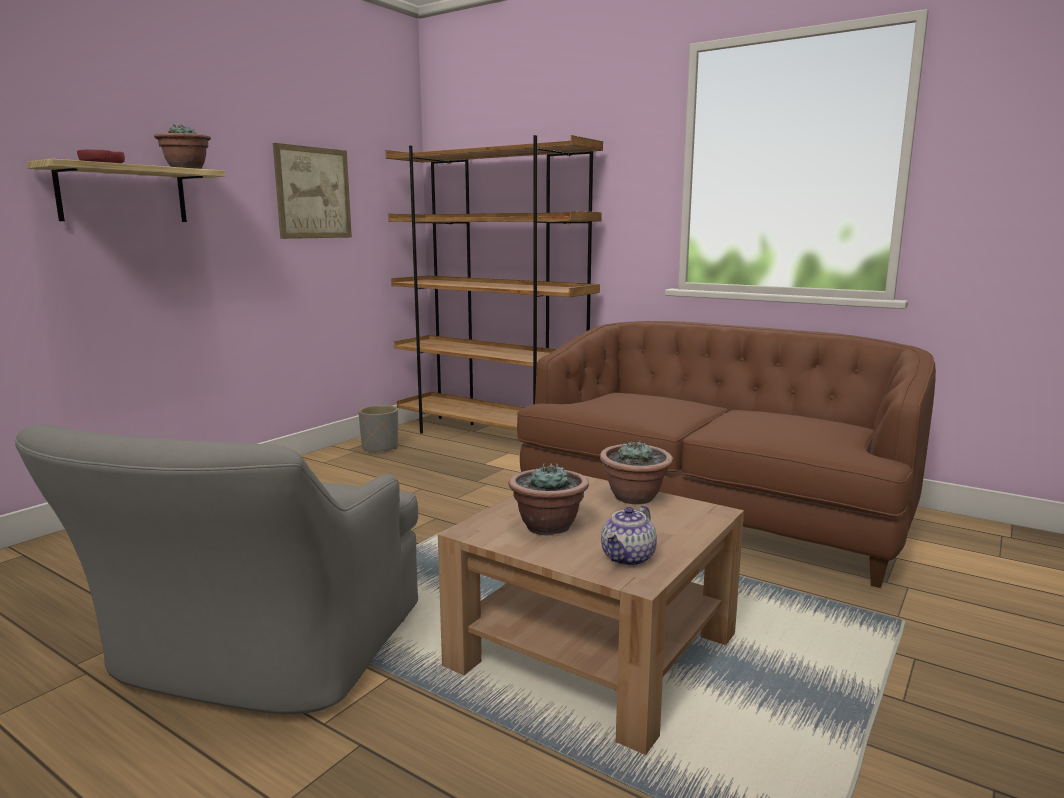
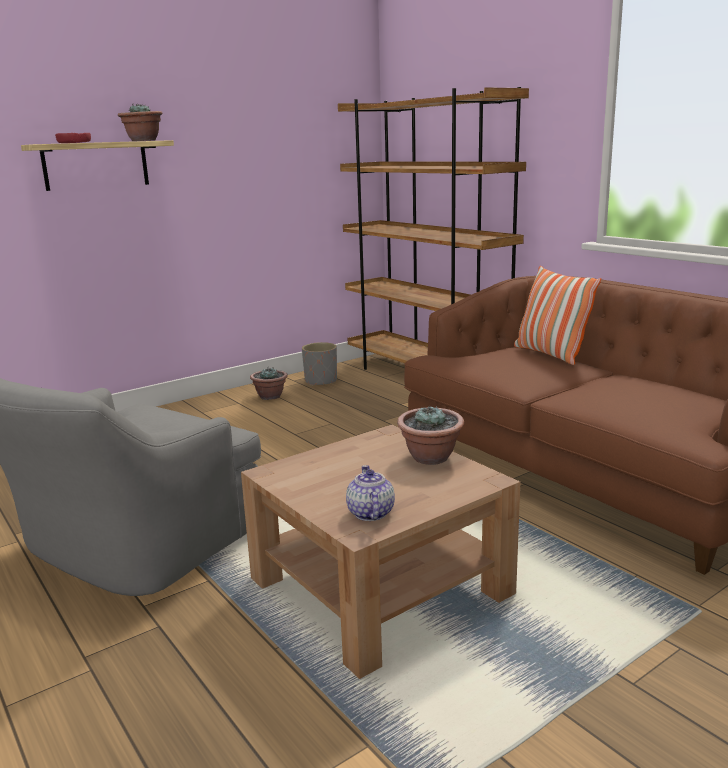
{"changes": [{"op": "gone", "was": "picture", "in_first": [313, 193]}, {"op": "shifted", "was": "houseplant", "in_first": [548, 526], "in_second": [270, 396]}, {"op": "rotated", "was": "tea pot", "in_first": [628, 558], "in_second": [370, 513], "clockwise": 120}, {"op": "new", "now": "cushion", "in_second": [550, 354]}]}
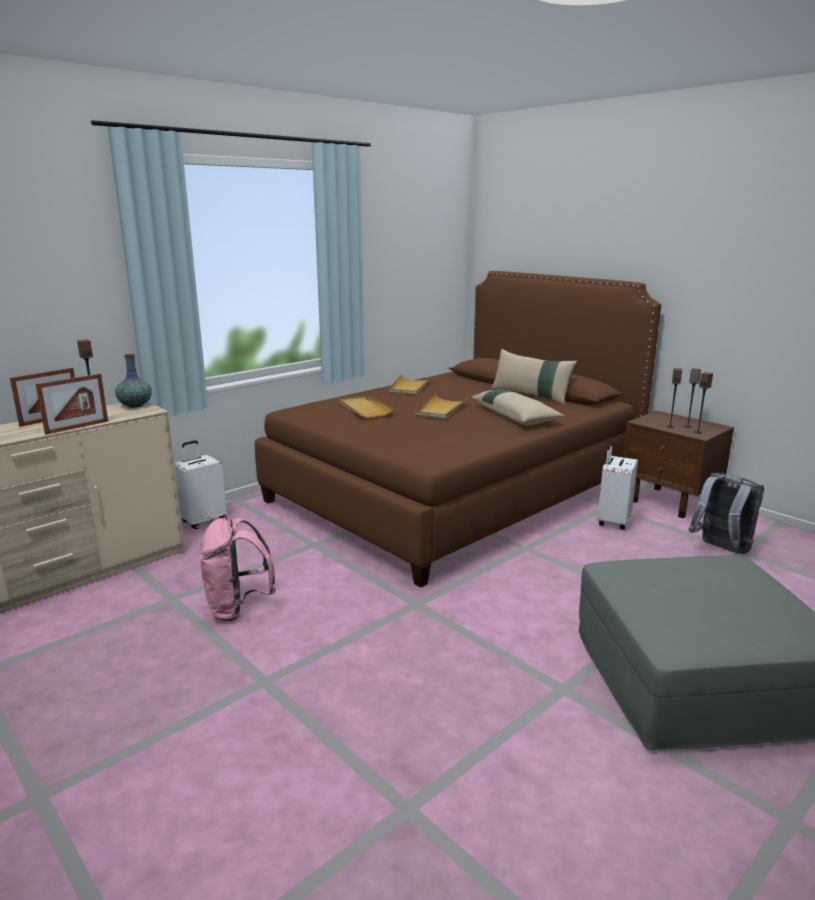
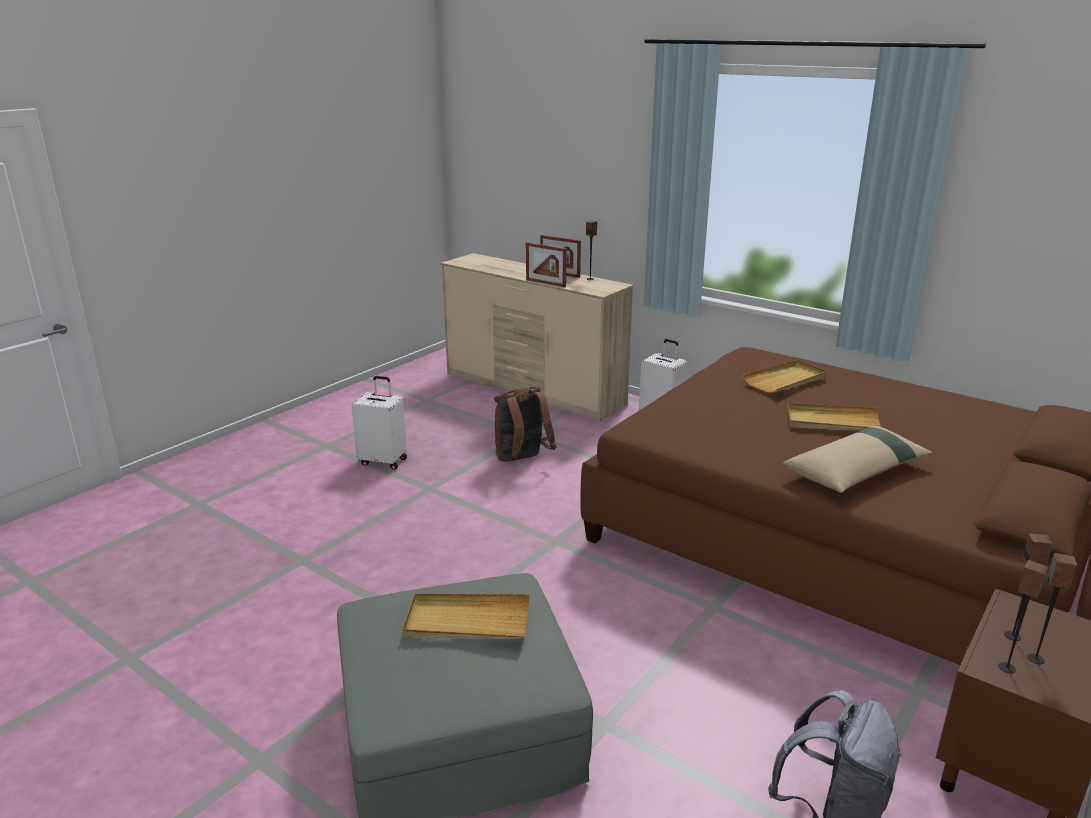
{"changes": [{"op": "gone", "was": "decorative vase", "in_first": [135, 405]}, {"op": "repainted", "was": "pink-coloured backpack", "now": "brown-coloured backpack", "in_first": [238, 608], "in_second": [522, 460]}, {"op": "shifted", "was": "beige carrying tray", "in_first": [409, 387], "in_second": [467, 621]}, {"op": "gone", "was": "beige cushion", "in_first": [531, 395]}, {"op": "shifted", "was": "white travel case", "in_first": [612, 521], "in_second": [383, 461]}]}
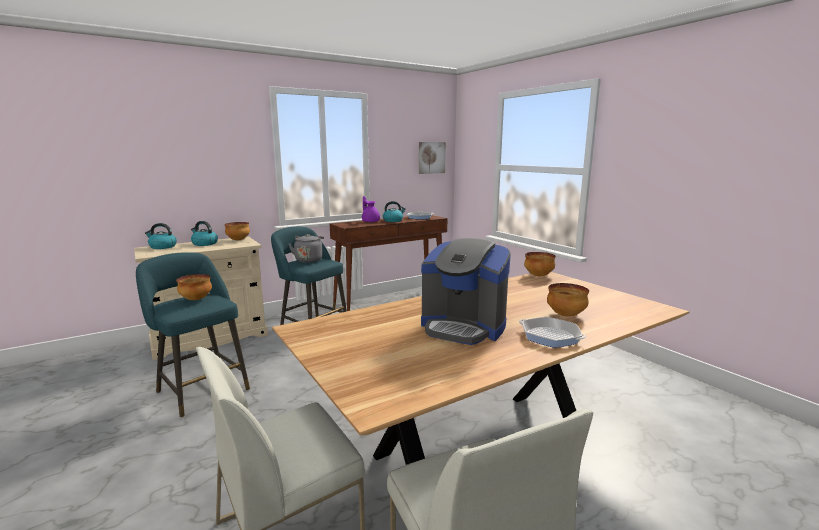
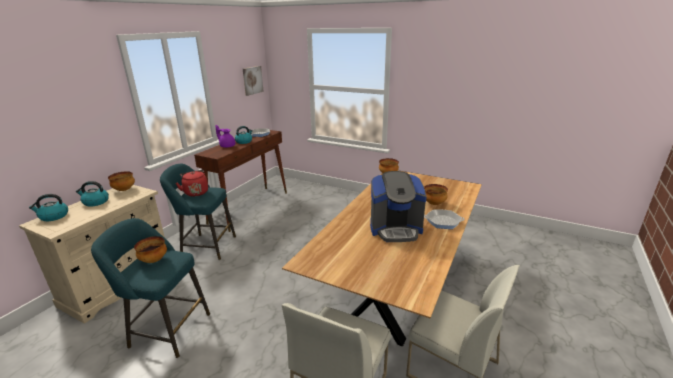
{"changes": [{"op": "repainted", "was": "gray tea kettle", "now": "red-coloured tea kettle", "in_first": [309, 260], "in_second": [195, 192]}]}
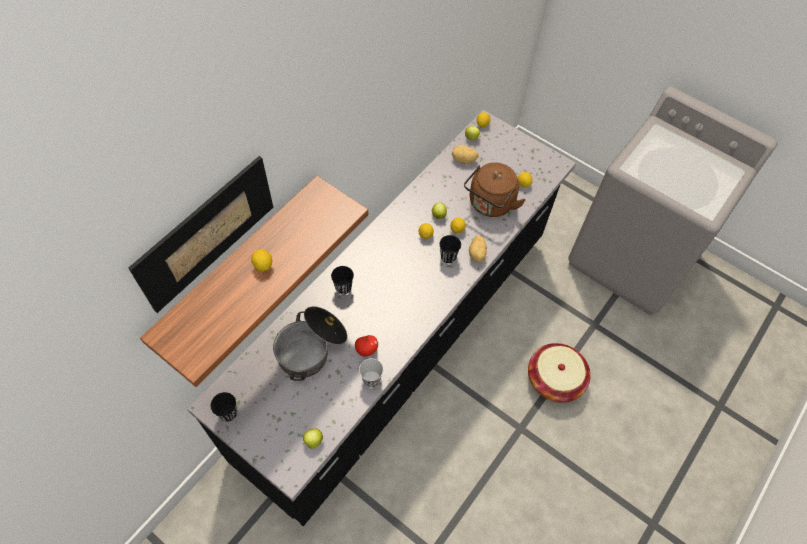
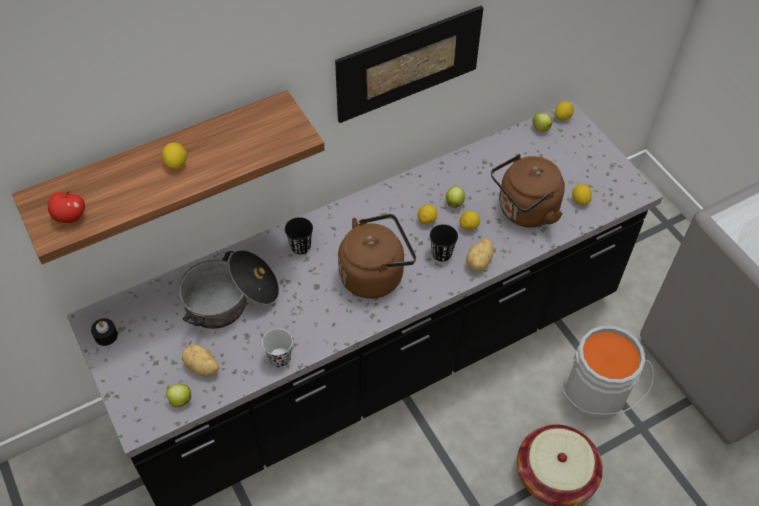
{"changes": [{"op": "shifted", "was": "picture", "in_first": [206, 233], "in_second": [408, 63]}, {"op": "swapped", "was": "blackish cup", "now": "blackish candle", "in_first": [228, 413], "in_second": [106, 335]}, {"op": "shifted", "was": "whole apple", "in_first": [366, 349], "in_second": [70, 217]}, {"op": "shifted", "was": "spud", "in_first": [463, 160], "in_second": [202, 368]}, {"op": "new", "now": "brown-coloured tea kettle", "in_second": [375, 274]}, {"op": "new", "now": "gray water bucket", "in_second": [595, 396]}]}
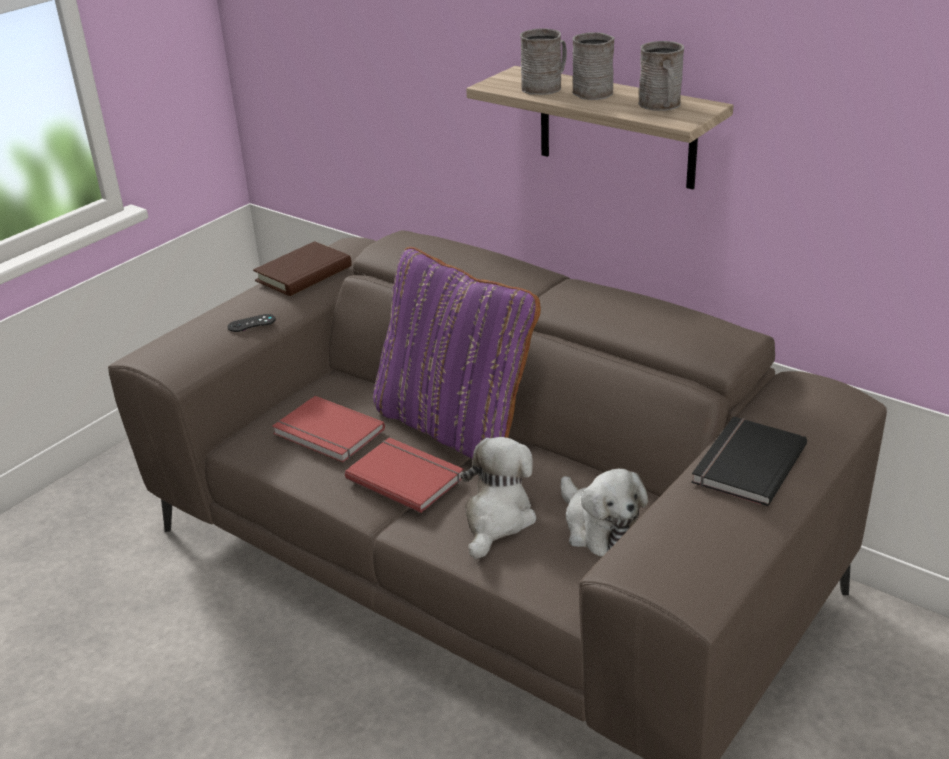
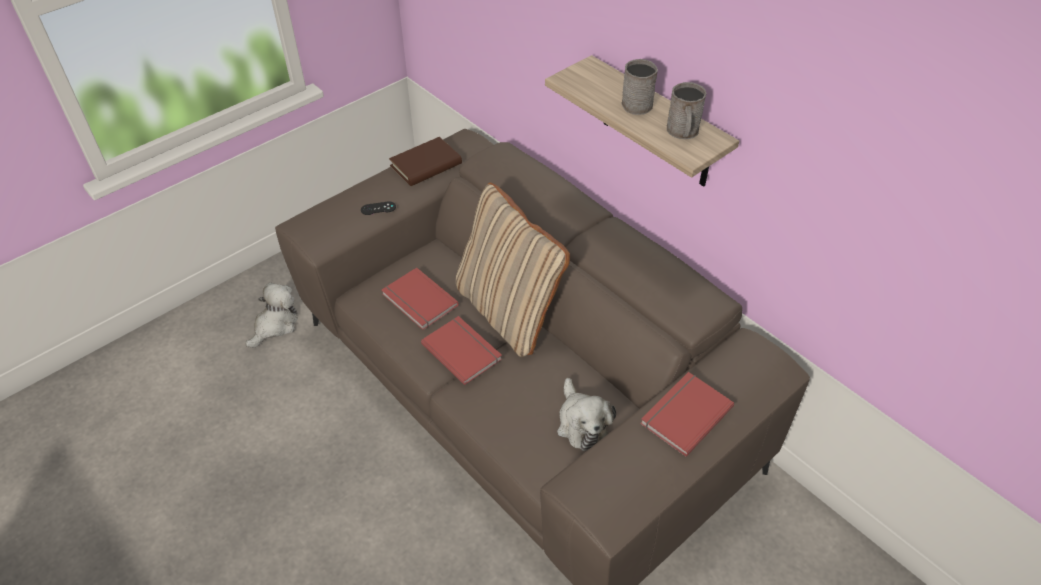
{"changes": [{"op": "repainted", "was": "purple-coloured cushion", "now": "beige cushion", "in_first": [455, 426], "in_second": [508, 311]}, {"op": "shifted", "was": "soft toy", "in_first": [497, 519], "in_second": [275, 325]}, {"op": "gone", "was": "gray tea mug", "in_first": [545, 87]}, {"op": "repainted", "was": "blackish book", "now": "red-coloured book", "in_first": [745, 464], "in_second": [684, 414]}]}
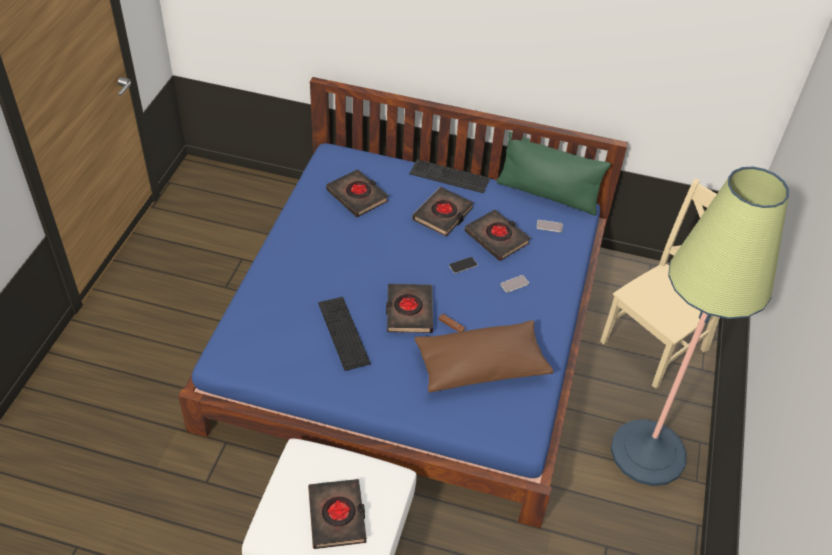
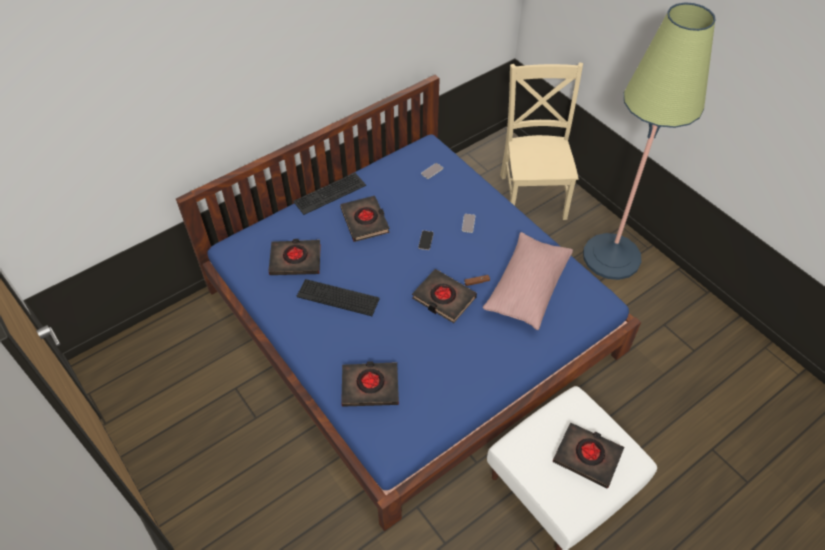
{"changes": [{"op": "shifted", "was": "PC keyboard", "in_first": [343, 333], "in_second": [338, 297]}, {"op": "repainted", "was": "brown-coloured cushion", "now": "pink-coloured cushion", "in_first": [481, 366], "in_second": [527, 288]}, {"op": "shifted", "was": "blackish book", "in_first": [497, 238], "in_second": [370, 386]}, {"op": "gone", "was": "green cushion", "in_first": [547, 194]}]}
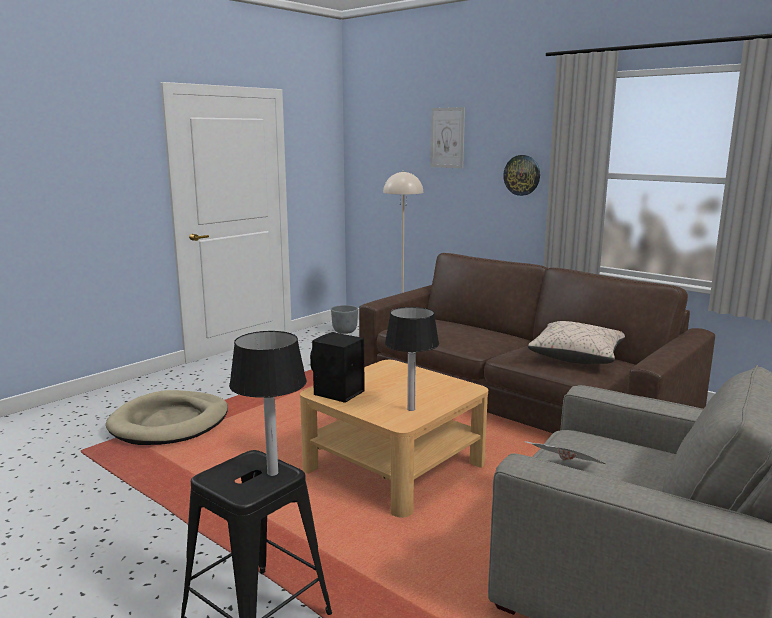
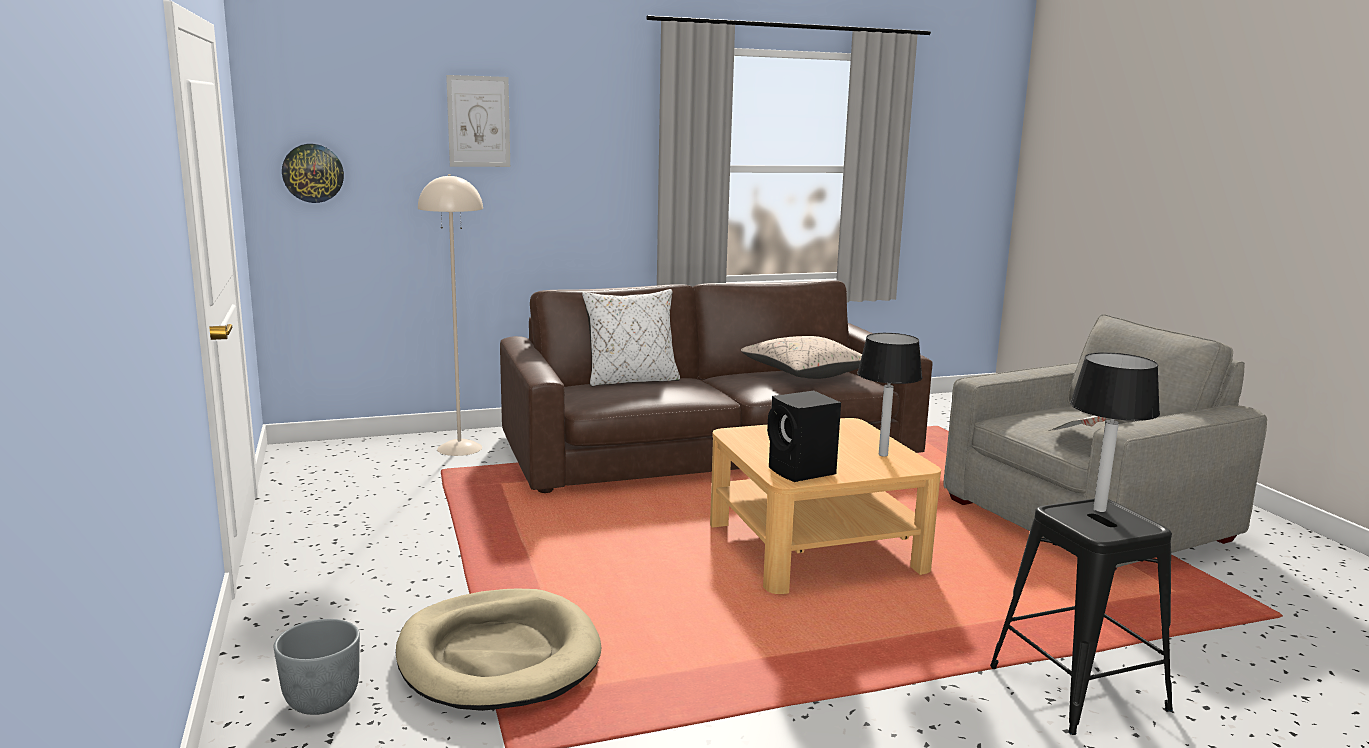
{"changes": [{"op": "shifted", "was": "gray flower pot", "in_first": [345, 331], "in_second": [323, 701]}, {"op": "shifted", "was": "wall clock", "in_first": [522, 175], "in_second": [313, 173]}, {"op": "new", "now": "white cushion", "in_second": [632, 380]}]}
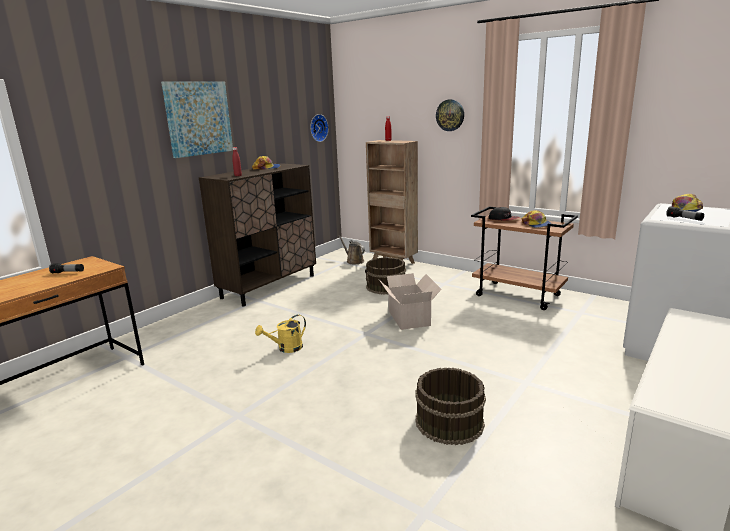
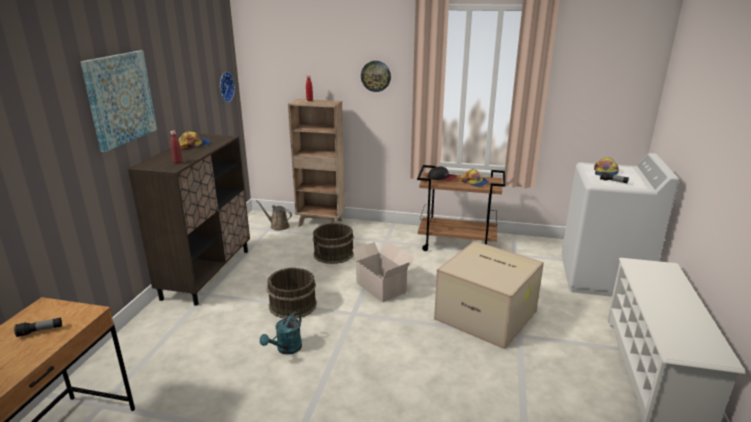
{"changes": [{"op": "repainted", "was": "yellow-coloured watering pot", "now": "blue-green watering pot", "in_first": [286, 348], "in_second": [286, 349]}, {"op": "shifted", "was": "brown-coloured water bucket", "in_first": [448, 422], "in_second": [292, 305]}, {"op": "new", "now": "cardboard box", "in_second": [487, 315]}]}
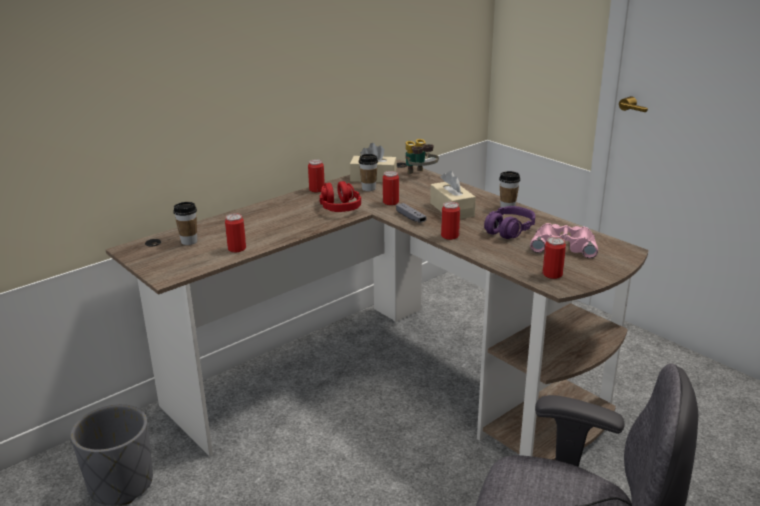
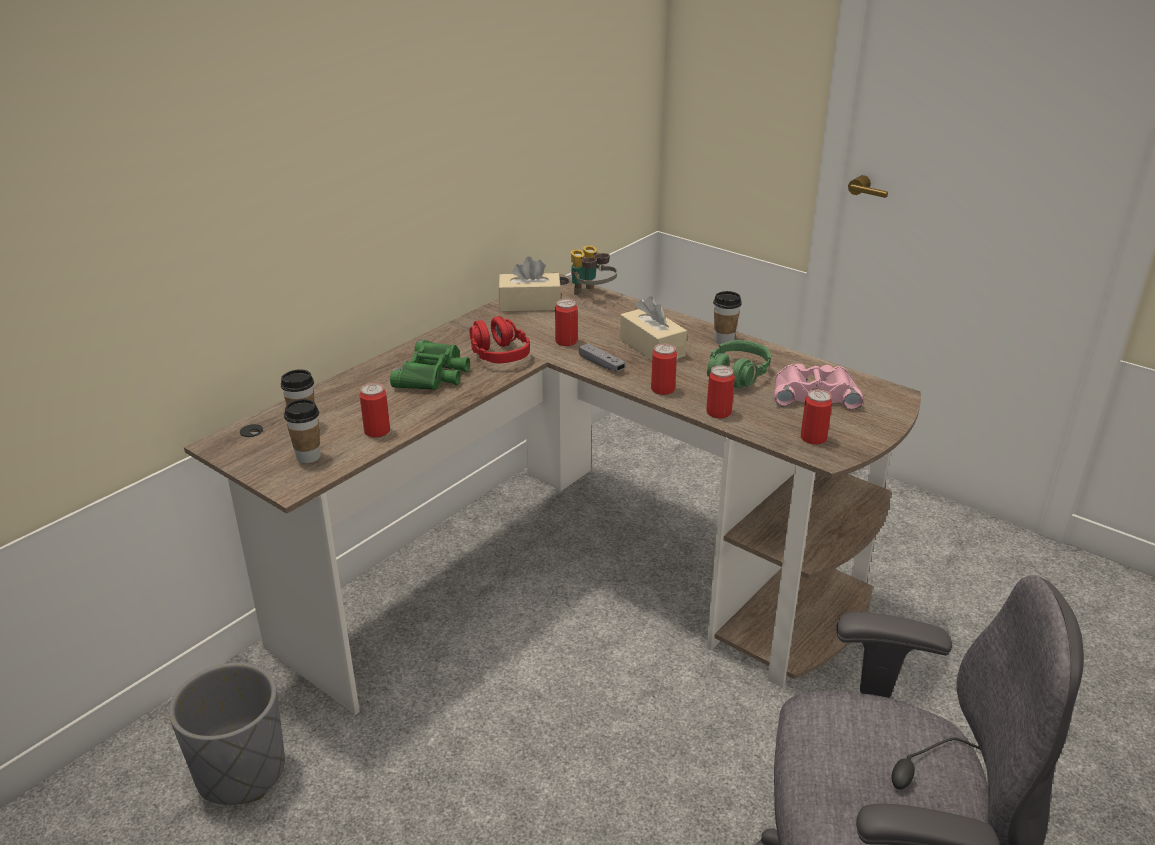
{"changes": [{"op": "shifted", "was": "can", "in_first": [317, 189], "in_second": [718, 412]}, {"op": "shifted", "was": "cup", "in_first": [368, 188], "in_second": [308, 456]}, {"op": "repainted", "was": "purple-coloured headset", "now": "green headset", "in_first": [509, 230], "in_second": [737, 375]}, {"op": "new", "now": "green field glasses", "in_second": [433, 374]}]}
